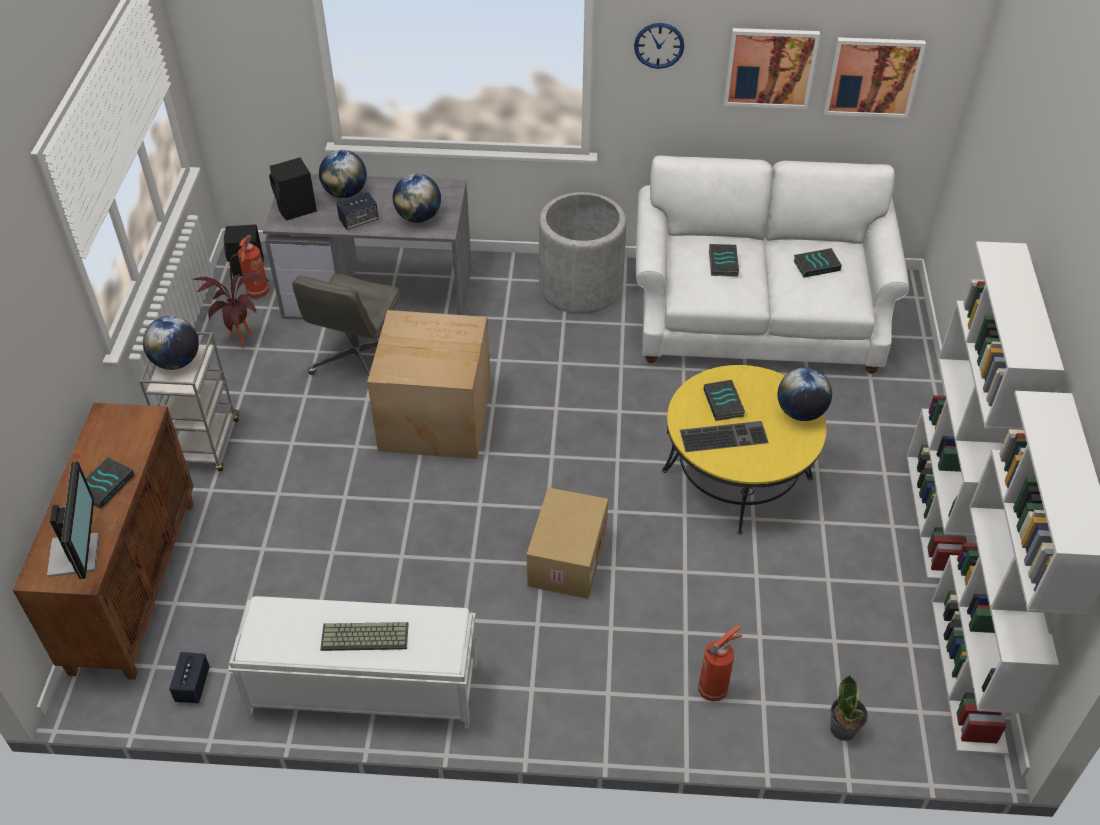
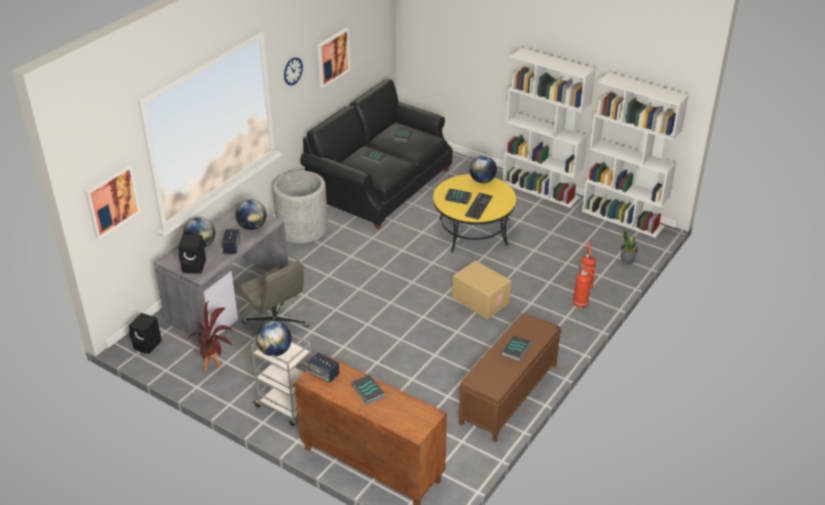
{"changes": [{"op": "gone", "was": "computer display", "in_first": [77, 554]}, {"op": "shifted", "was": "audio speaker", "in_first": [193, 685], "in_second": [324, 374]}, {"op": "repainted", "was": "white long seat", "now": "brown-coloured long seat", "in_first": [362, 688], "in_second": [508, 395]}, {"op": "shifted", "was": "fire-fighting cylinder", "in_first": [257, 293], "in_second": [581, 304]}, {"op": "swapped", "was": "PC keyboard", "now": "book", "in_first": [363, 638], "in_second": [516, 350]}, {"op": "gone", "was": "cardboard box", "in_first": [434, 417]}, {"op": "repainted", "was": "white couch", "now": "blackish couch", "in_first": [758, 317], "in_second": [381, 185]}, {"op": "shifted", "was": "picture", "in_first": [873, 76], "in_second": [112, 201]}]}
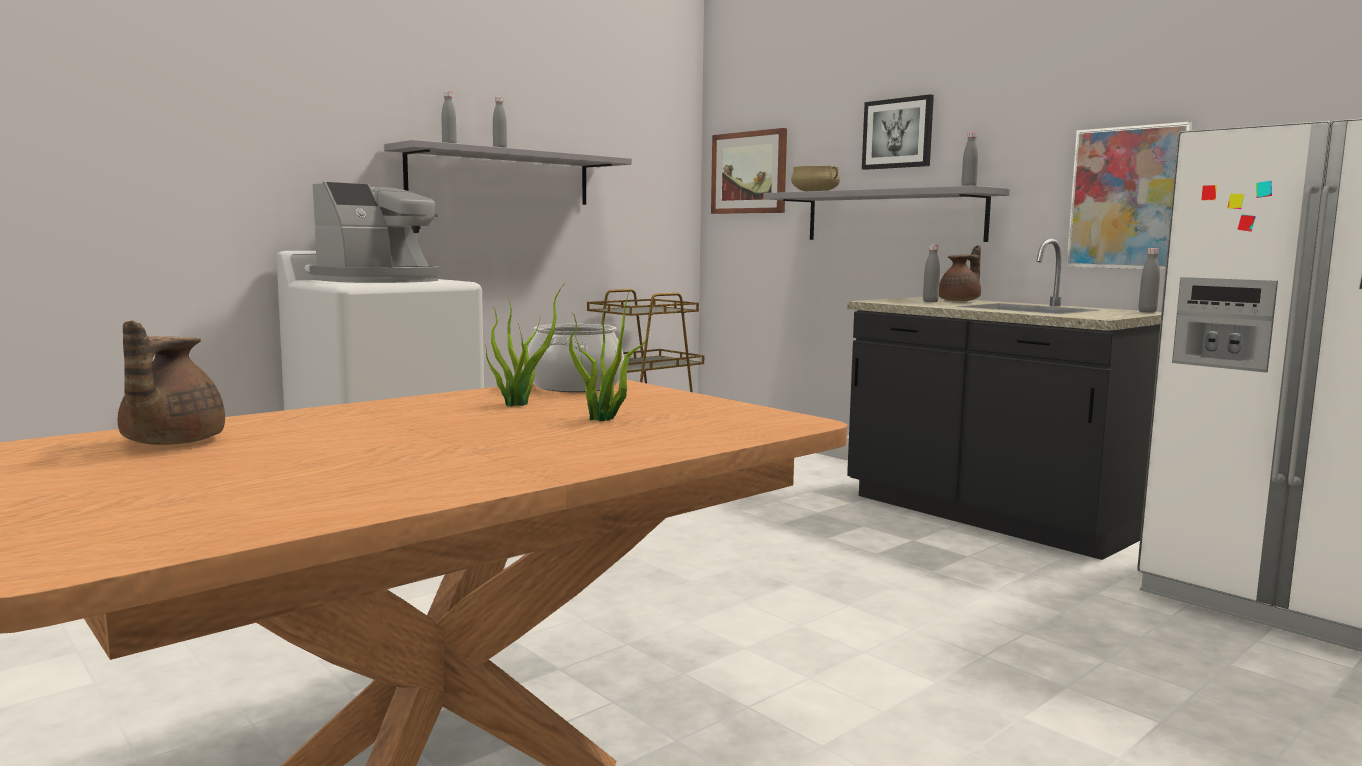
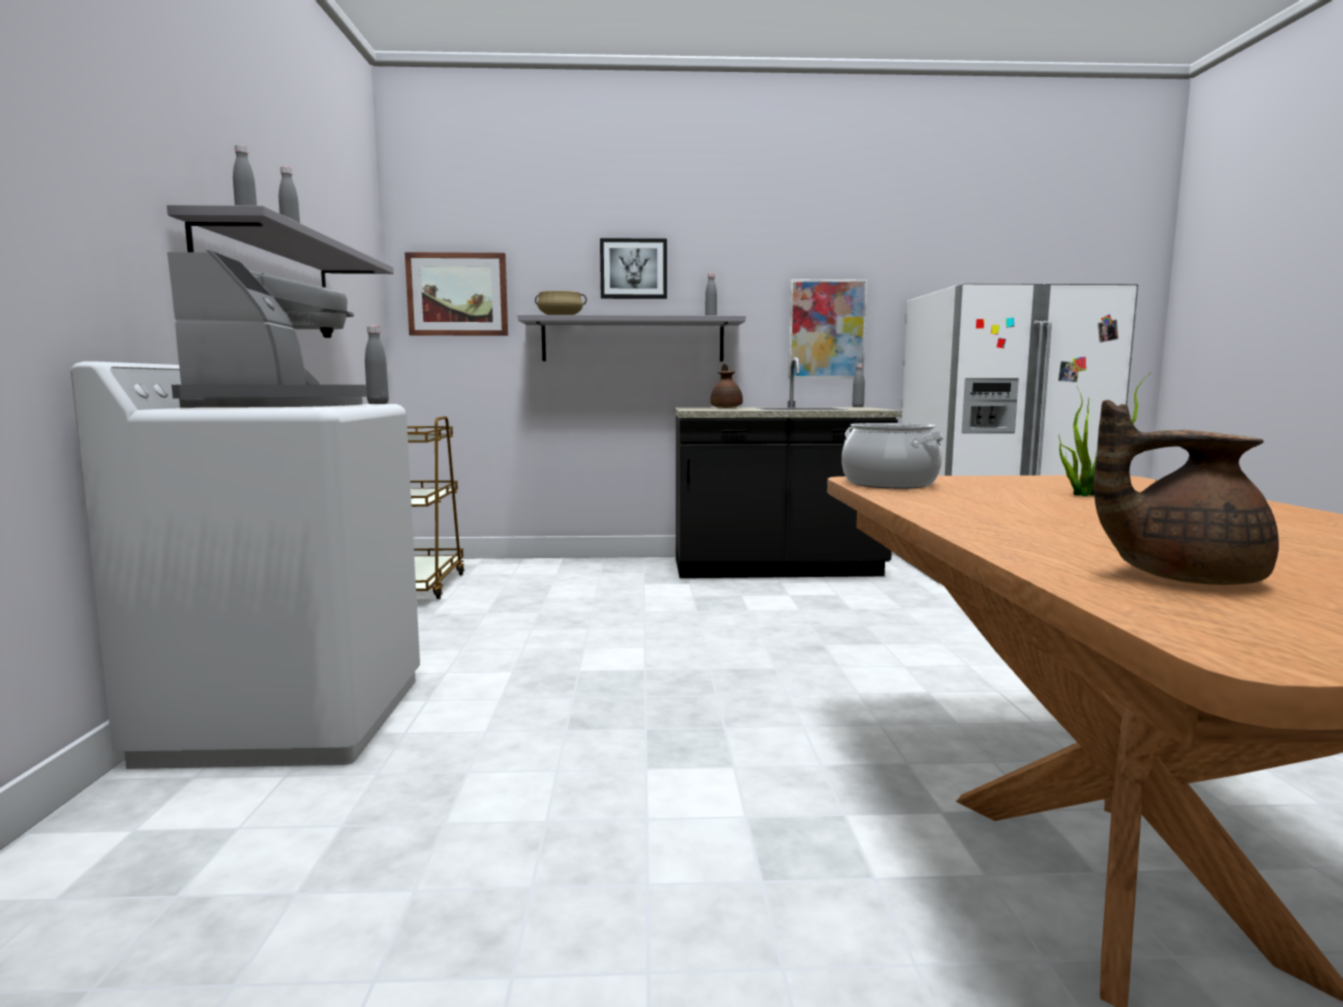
{"changes": [{"op": "rotated", "was": "brown-coloured tea pot", "in_first": [170, 443], "in_second": [1180, 577], "clockwise": 150}, {"op": "gone", "was": "houseplant", "in_first": [520, 404]}, {"op": "shifted", "was": "gray bottle", "in_first": [930, 302], "in_second": [378, 403]}]}
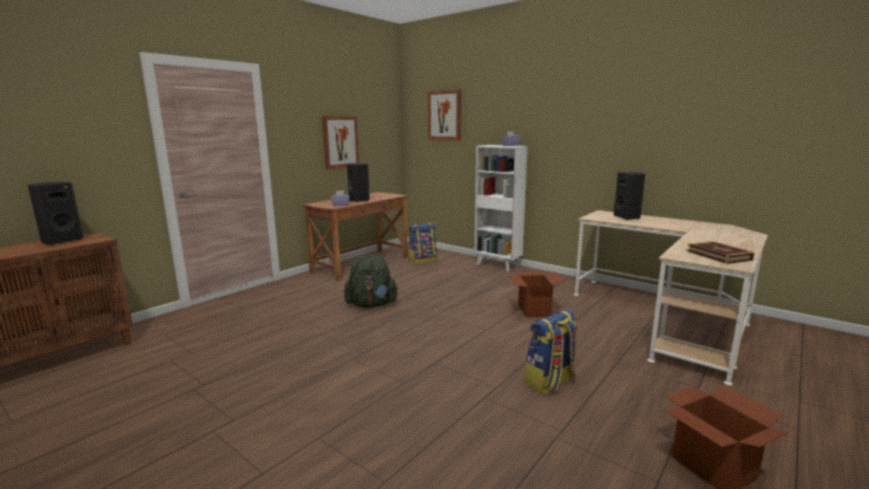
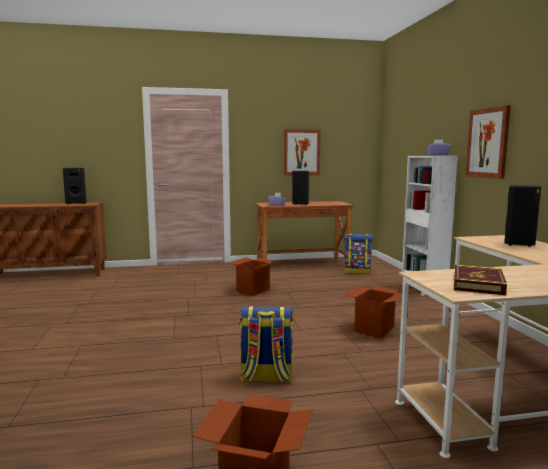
{"changes": [{"op": "swapped", "was": "green backpack", "now": "cardboard box", "in_first": [371, 305], "in_second": [253, 290]}, {"op": "shifted", "was": "picture", "in_first": [444, 115], "in_second": [488, 143]}]}
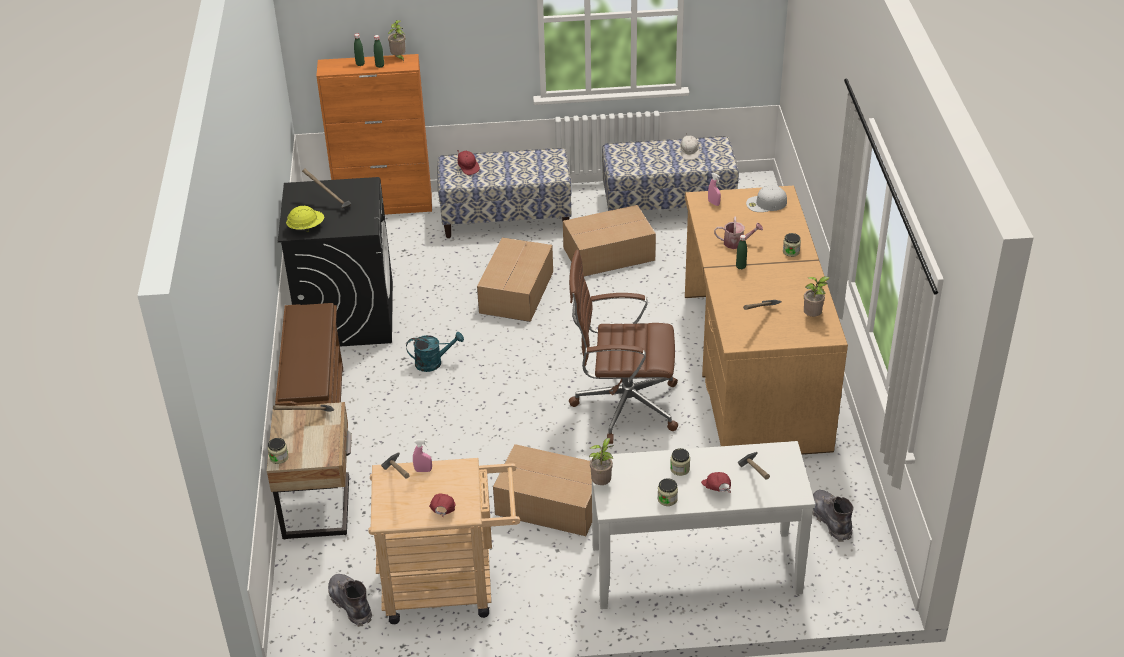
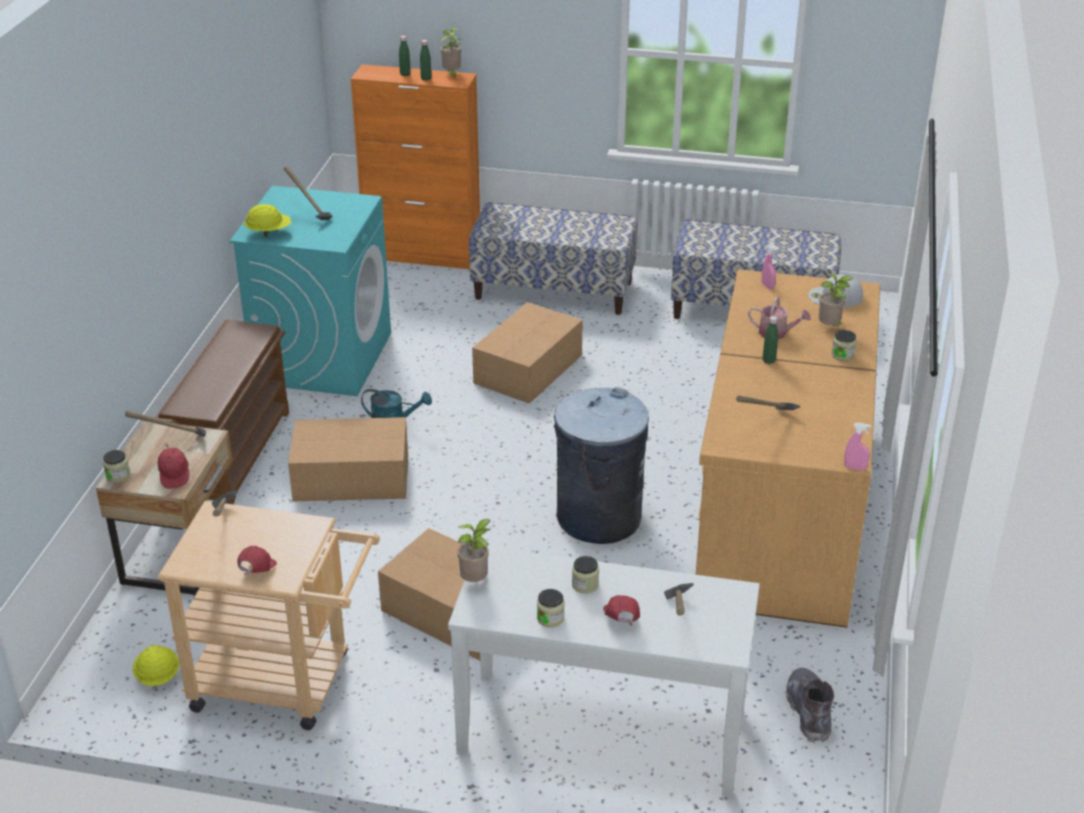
{"changes": [{"op": "repainted", "was": "blackish laundry machine", "now": "blue-green laundry machine", "in_first": [346, 314], "in_second": [323, 358]}, {"op": "swapped", "was": "gray high-top boot", "now": "yellow-coloured work helmet", "in_first": [350, 604], "in_second": [157, 676]}, {"op": "shifted", "was": "pink-coloured spray bottle", "in_first": [423, 470], "in_second": [855, 468]}, {"op": "shifted", "was": "red-coloured baseball cap", "in_first": [468, 168], "in_second": [175, 475]}, {"op": "shifted", "was": "cardboard box", "in_first": [607, 254], "in_second": [349, 477]}, {"op": "swapped", "was": "brown-coloured computer chair", "now": "gray trash can", "in_first": [623, 405], "in_second": [598, 517]}, {"op": "gone", "was": "white baseball cap", "in_first": [689, 153]}, {"op": "shifted", "was": "houseplant", "in_first": [813, 317], "in_second": [830, 327]}]}
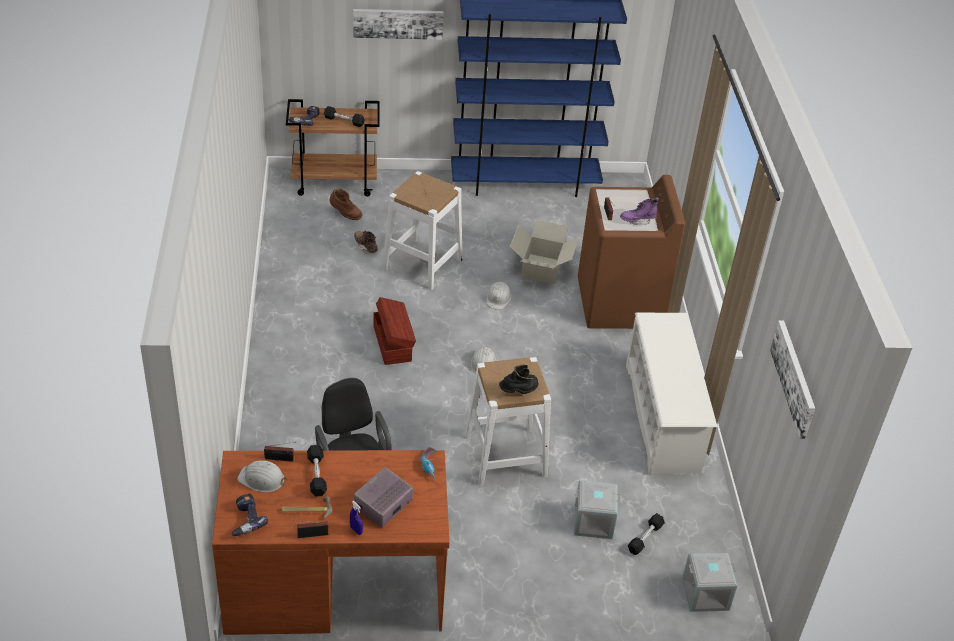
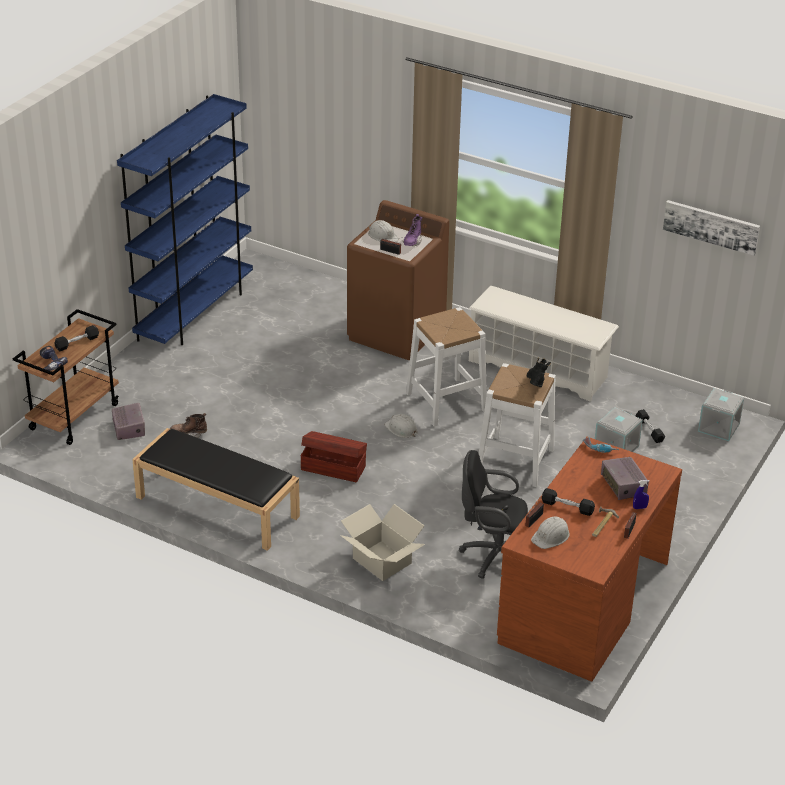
{"changes": [{"op": "gone", "was": "power drill", "in_first": [245, 520]}, {"op": "swapped", "was": "brown-coloured high-top boot", "now": "radio set", "in_first": [345, 214], "in_second": [129, 428]}, {"op": "gone", "was": "picture", "in_first": [398, 23]}, {"op": "shifted", "was": "white stool seat", "in_first": [422, 264], "in_second": [446, 402]}, {"op": "shifted", "was": "white work helmet", "in_first": [498, 298], "in_second": [382, 236]}, {"op": "shifted", "was": "cardboard box", "in_first": [541, 269], "in_second": [381, 561]}, {"op": "new", "now": "blackish long seat", "in_second": [216, 507]}]}
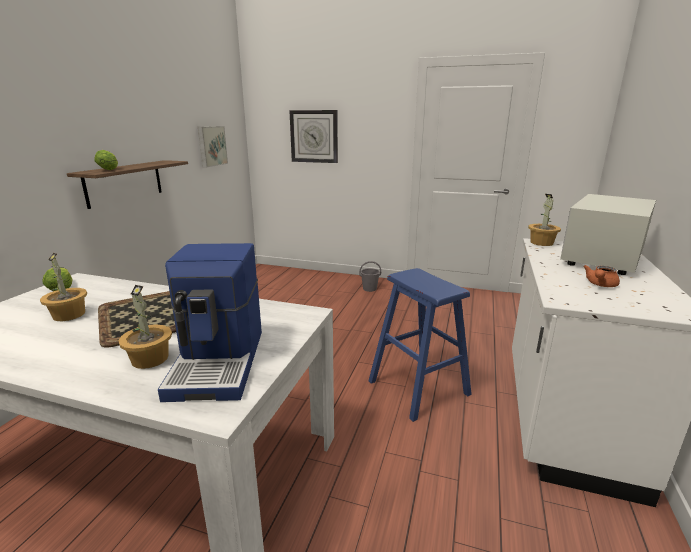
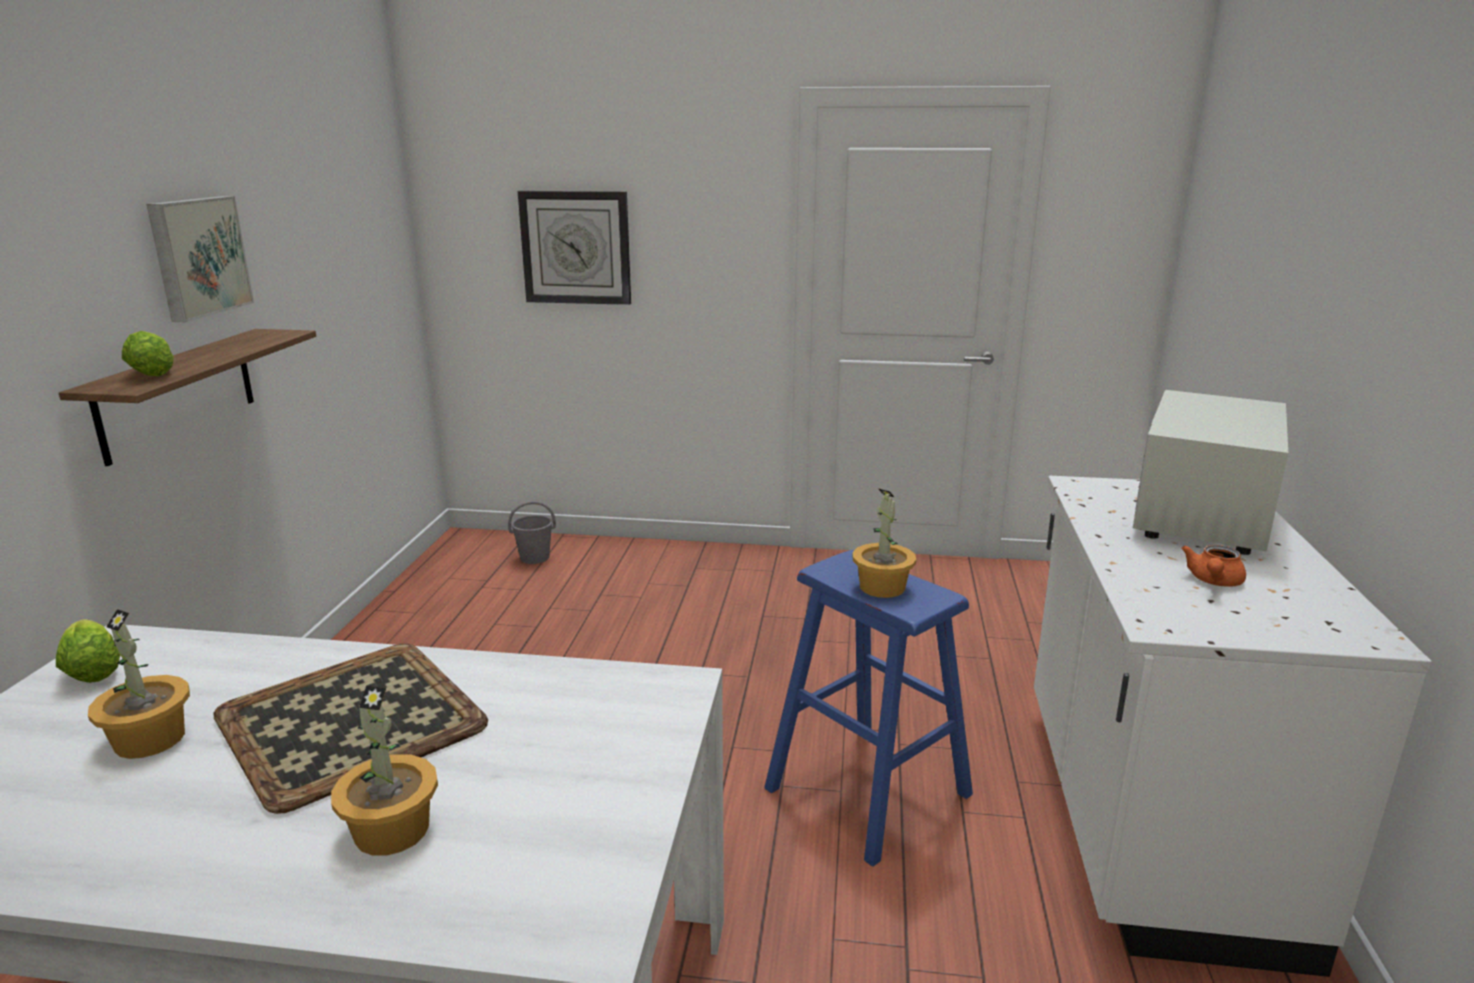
{"changes": [{"op": "gone", "was": "coffee brewer", "in_first": [220, 362]}, {"op": "shifted", "was": "picture", "in_first": [211, 146], "in_second": [197, 257]}, {"op": "shifted", "was": "gray water bucket", "in_first": [370, 289], "in_second": [535, 558]}, {"op": "shifted", "was": "houseplant", "in_first": [541, 243], "in_second": [881, 587]}]}
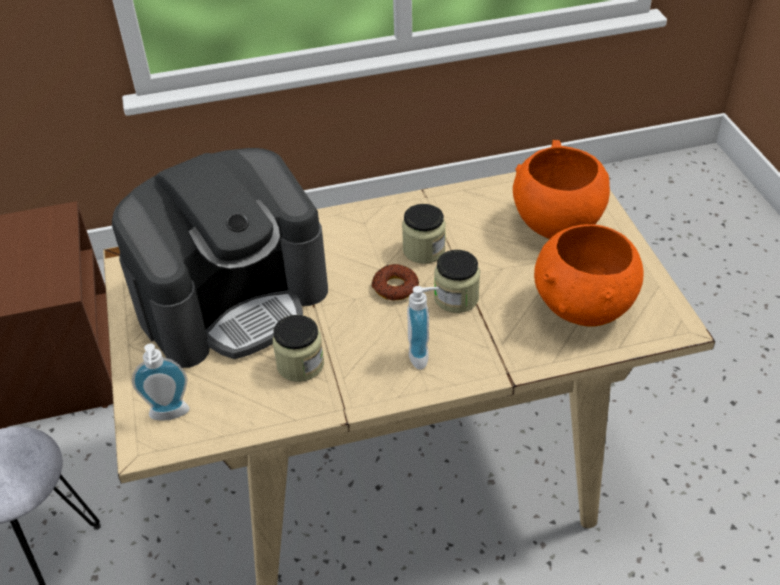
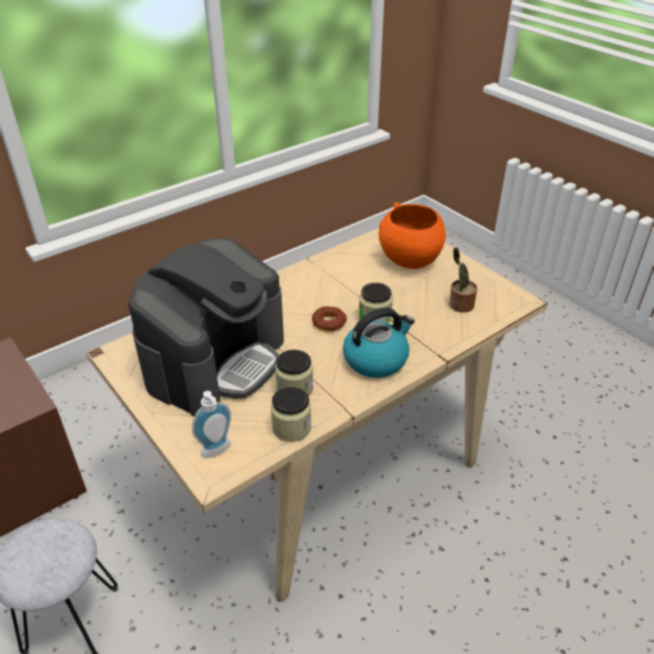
{"changes": [{"op": "shifted", "was": "jar", "in_first": [424, 250], "in_second": [291, 428]}, {"op": "swapped", "was": "soap dispenser", "now": "tea kettle", "in_first": [423, 355], "in_second": [376, 359]}, {"op": "swapped", "was": "orange-coloured serving bowl", "now": "houseplant", "in_first": [583, 309], "in_second": [459, 305]}]}
